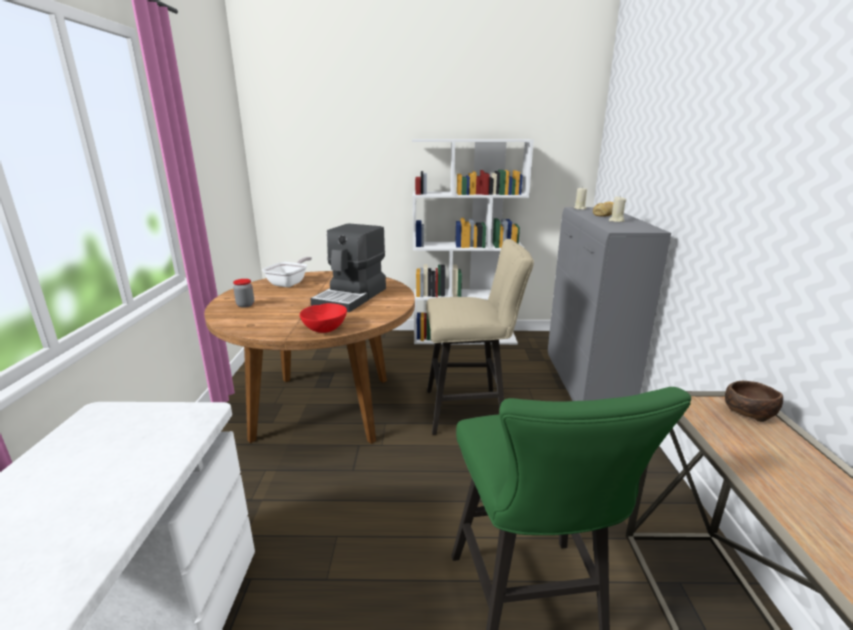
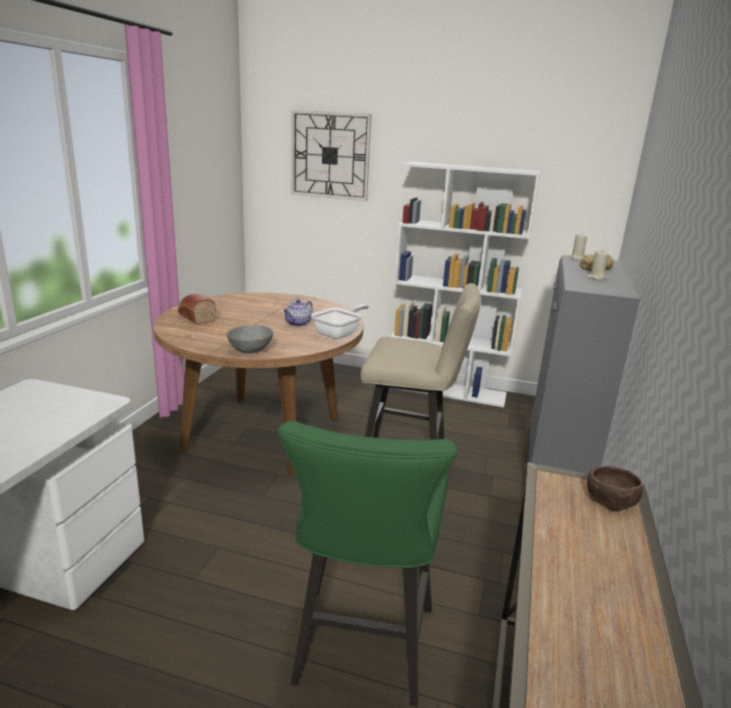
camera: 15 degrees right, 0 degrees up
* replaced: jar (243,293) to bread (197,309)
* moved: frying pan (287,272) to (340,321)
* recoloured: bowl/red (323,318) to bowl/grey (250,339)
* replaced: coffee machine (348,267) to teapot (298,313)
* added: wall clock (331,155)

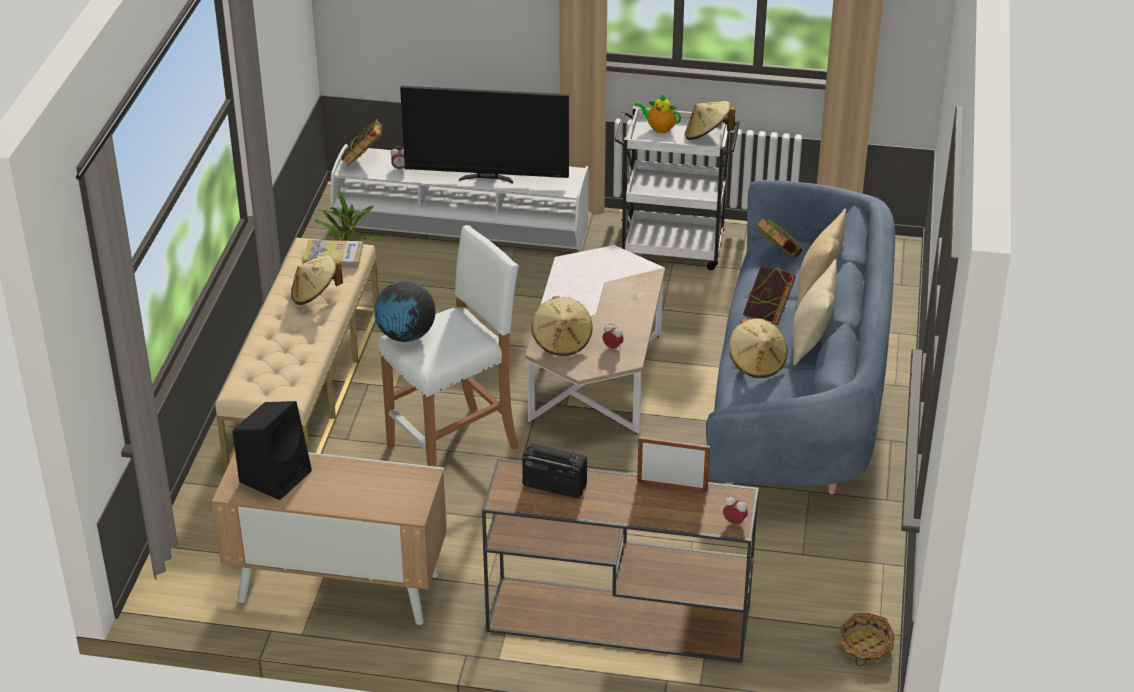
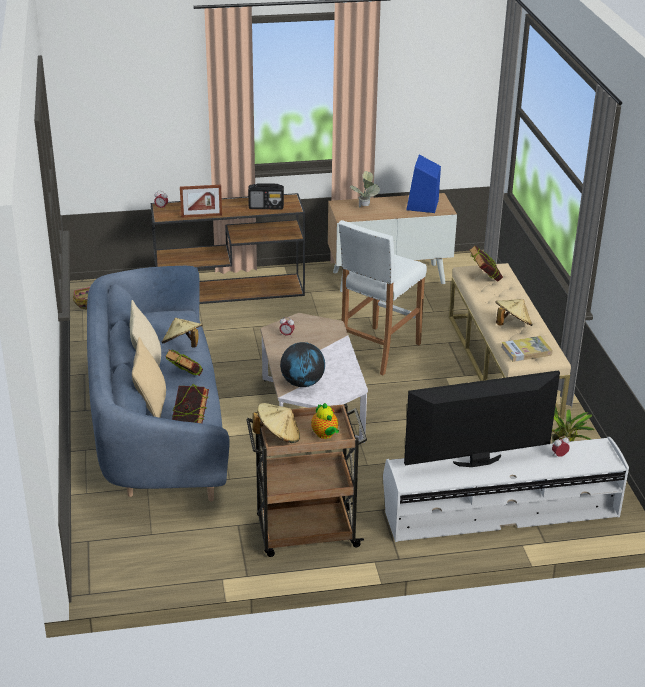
camera: 160 degrees right, 5 degrees down
* recoloured: speaker/black (272,450) to speaker/blue (423,183)
* moved: book (362,142) to (486,263)
* moved: globe (404,311) to (302,364)
* removed: hat/beige (561,326)
* recoloured: cart/white (677,188) to cart/brown (306,480)
* turned: teapot (658,113) = (325,421) 60 degrees clockwise
* added: potted plant (365,189)

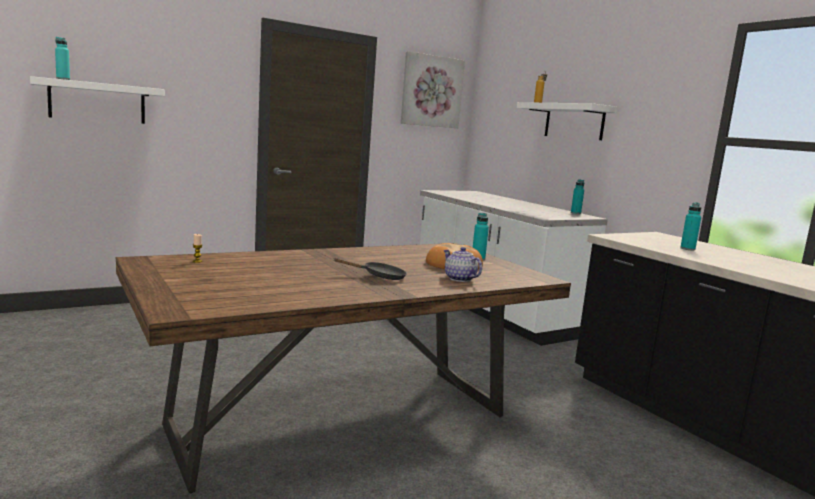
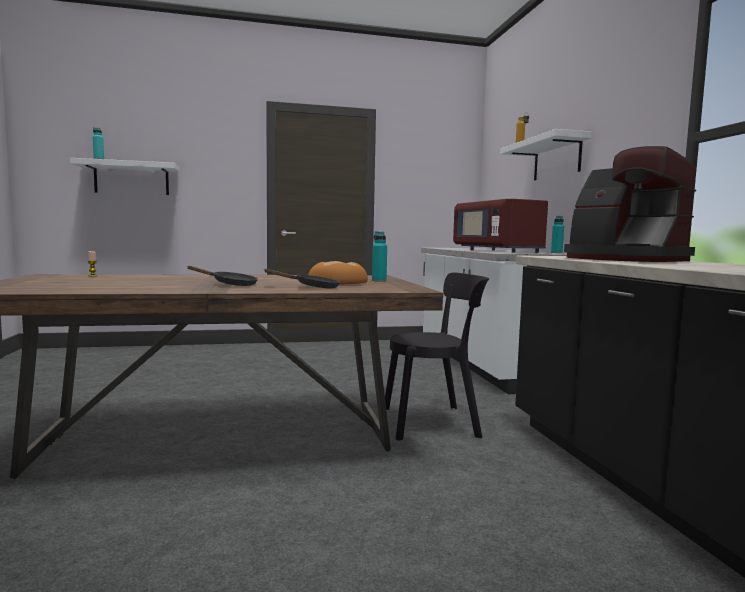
camera: 20 degrees right, 5 degrees down
* removed: picture (433,89)
* replaced: teapot (463,264) to frying pan/black (301,278)
* replaced: bottle/turquoise (690,226) to coffee machine (630,204)
* added: chair/black (437,357)
* added: microwave/red (500,226)

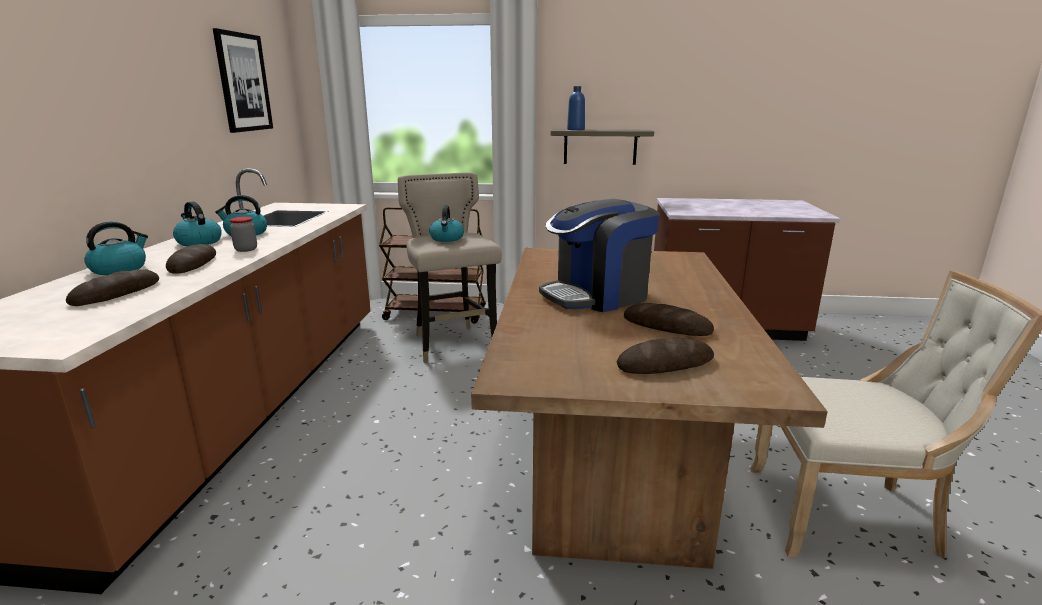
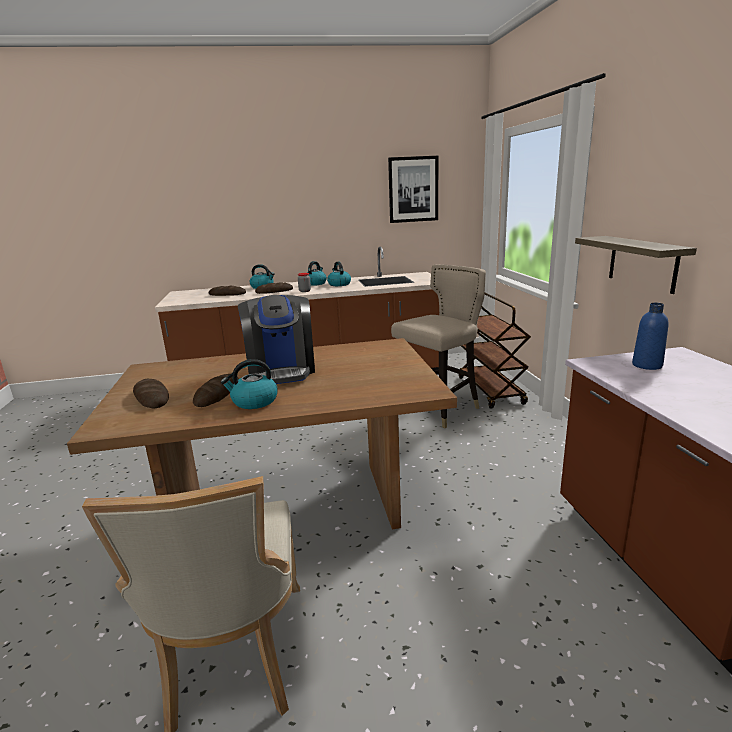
camera: 75 degrees right, 0 degrees up
* moved: kettle (446,224) to (249,384)
* turned: coffee machine (599,255) = (276,339) 150 degrees counterclockwise
* moved: bottle/blue (576,108) to (650,336)

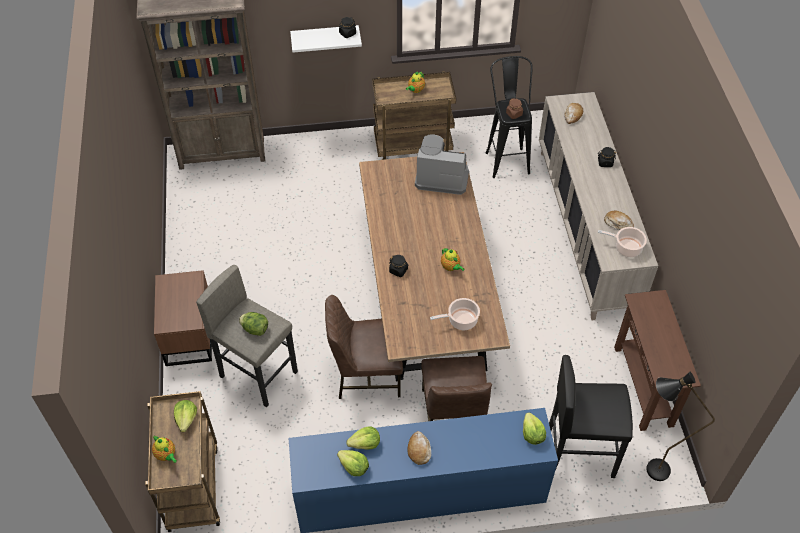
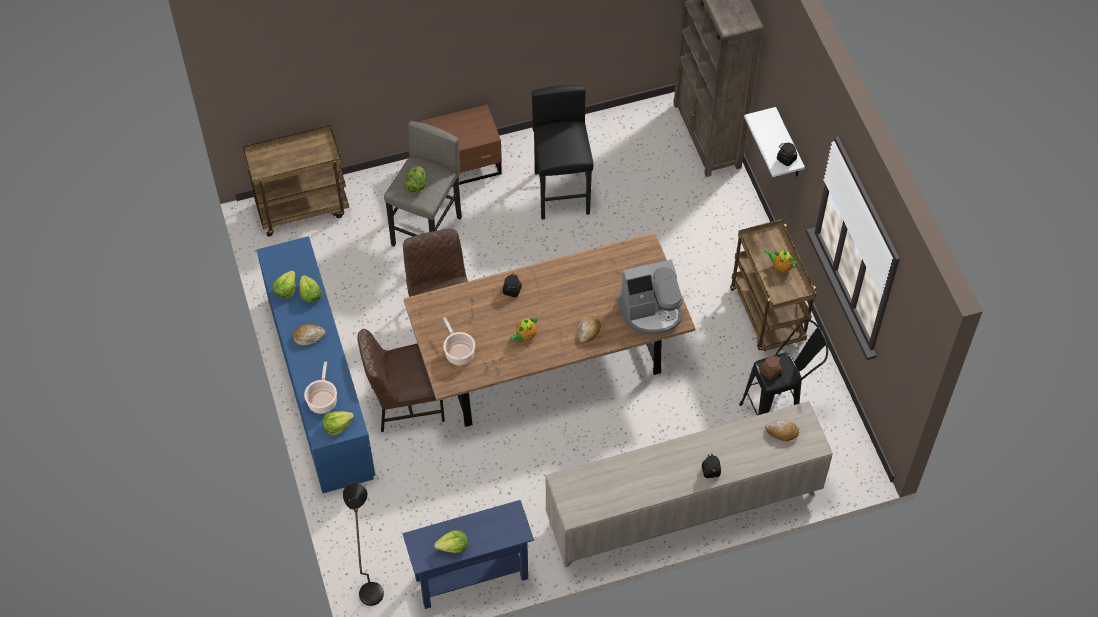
camera: 80 degrees right, 5 degrees up
* removed: teapot (164,449)
* moved: lettuce (185,416) to (451,541)
* turned: coffee machine (442,165) = (650,297) 75 degrees clockwise
* moved: stool/black (591,416) to (563,152)
* moved: cooking pot (622,242) to (320,388)
* moved: bread (619,220) to (589,330)
* recoloured: console table/brown (657,360) to console table/blue (468,554)

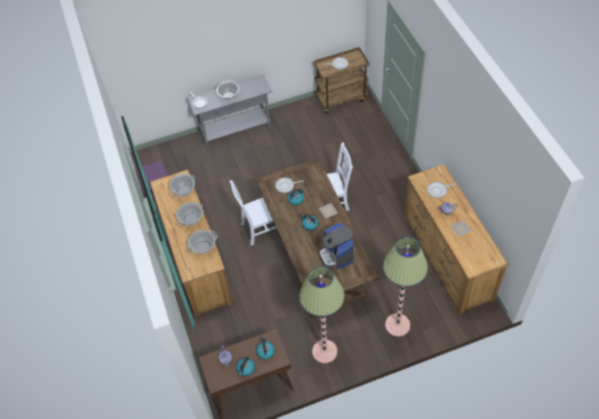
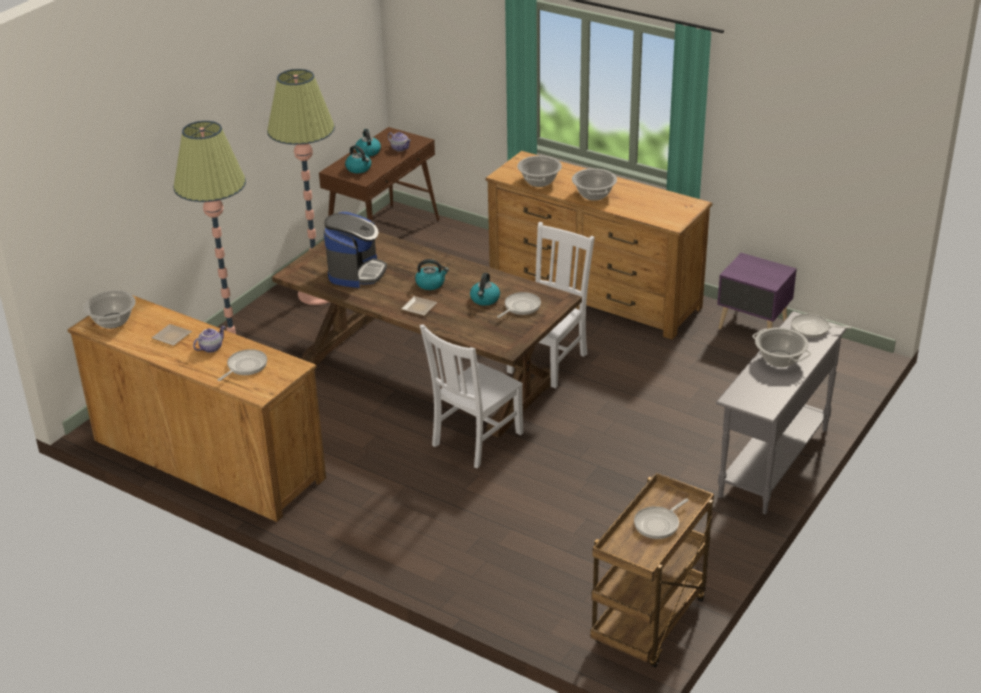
camera: 140 degrees right, 20 degrees down
* moved: cooking pot (182,185) to (109,309)
* turned: coffee machine (336,246) = (355,250) 75 degrees clockwise

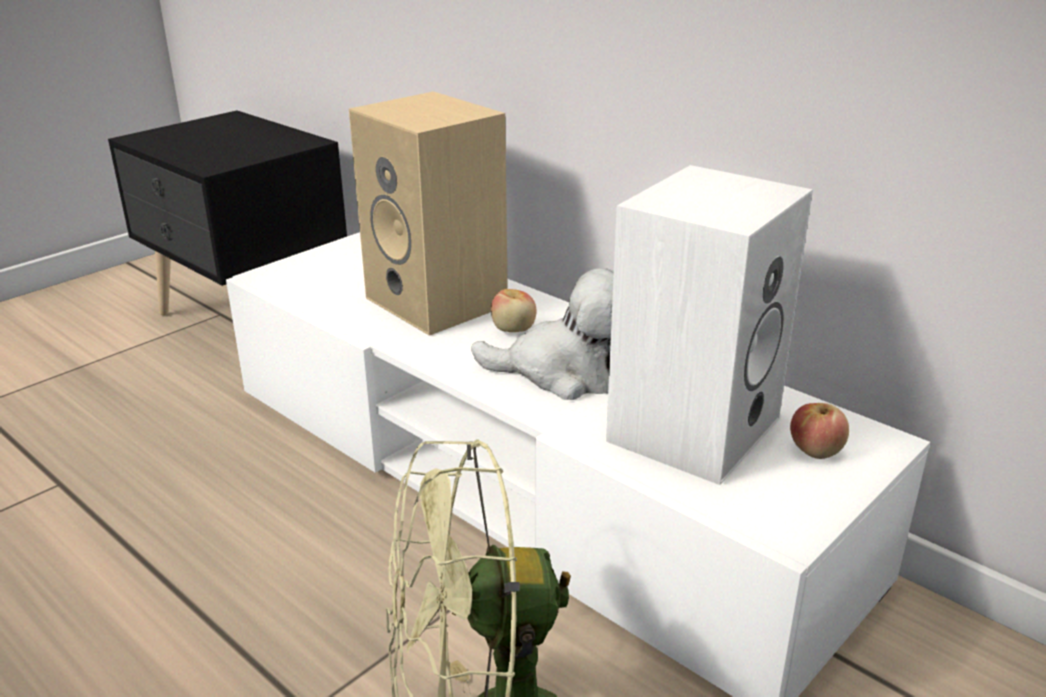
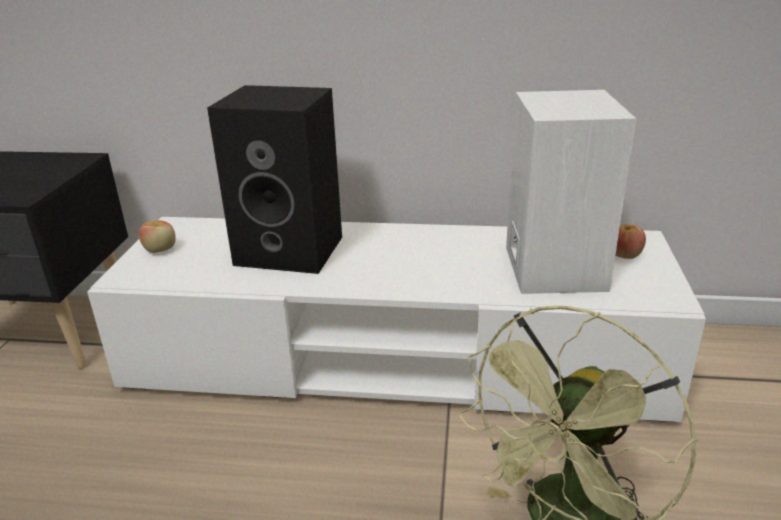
camera: 35 degrees left, 0 degrees up
* recoloured: speaker/beige (428,213) to speaker/black (274,179)
* removed: plush toy (542,334)
* moved: apple (513,310) to (157,236)

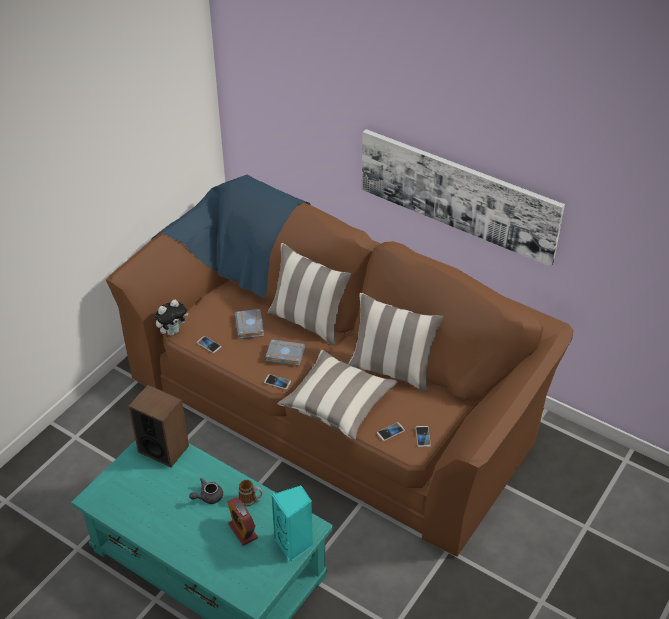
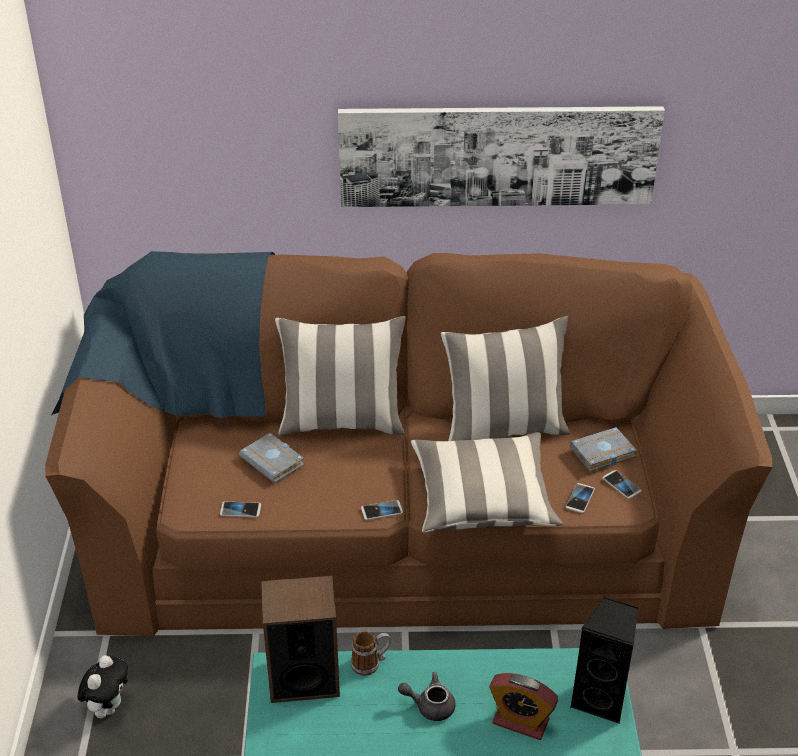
camera: 35 degrees left, 5 degrees down
* moved: plush toy (172,318) to (102,686)
* turned: teapot/grey (206,491) = (427,696) 75 degrees clockwise
* moved: mug (250,493) to (371,653)
* moved: book/grey (285,352) to (603,449)
* recoloured: speaker/turquoise (292,523) to speaker/black (604,660)

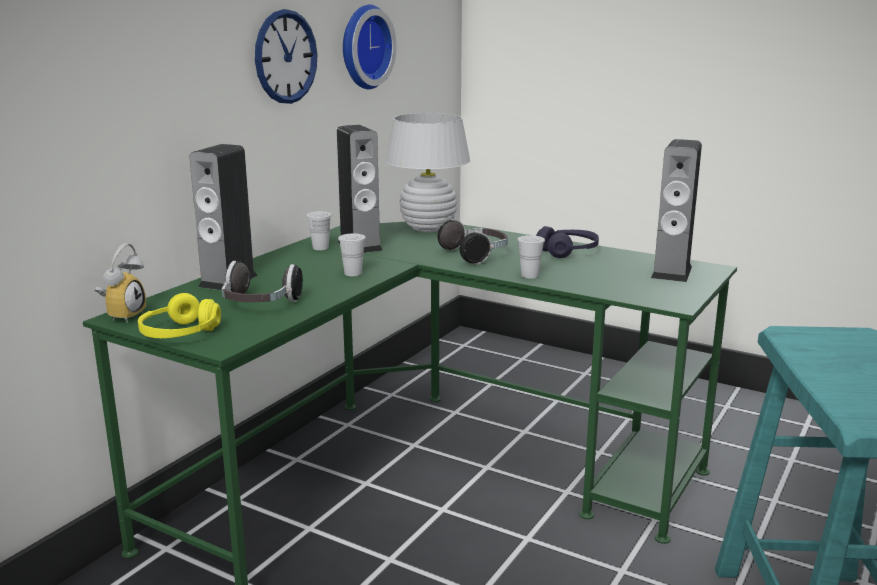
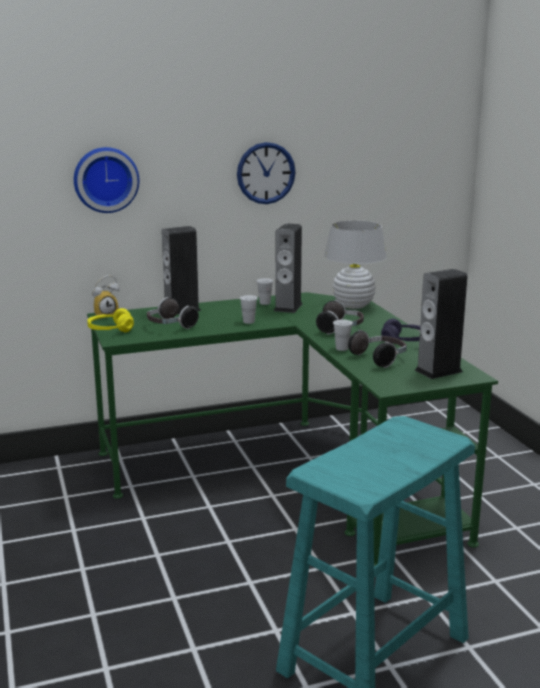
camera: 40 degrees right, 0 degrees up
* moved: wall clock (370,47) to (106,180)
* added: headphones (377,349)

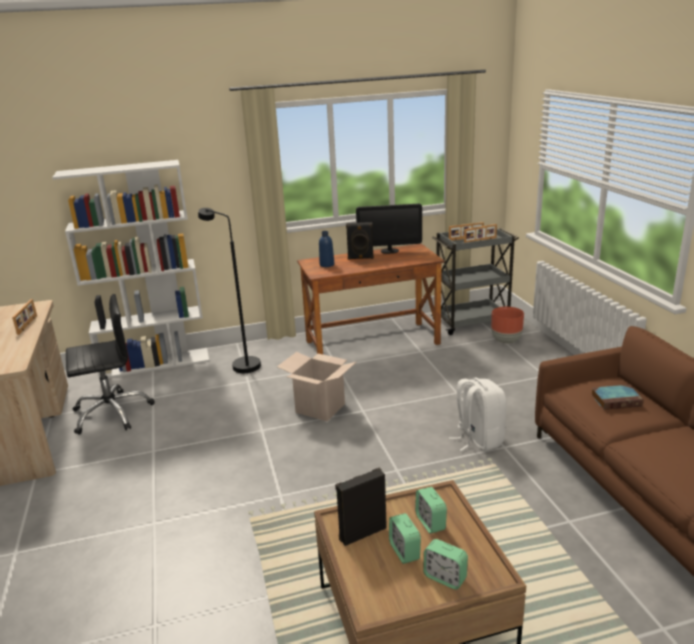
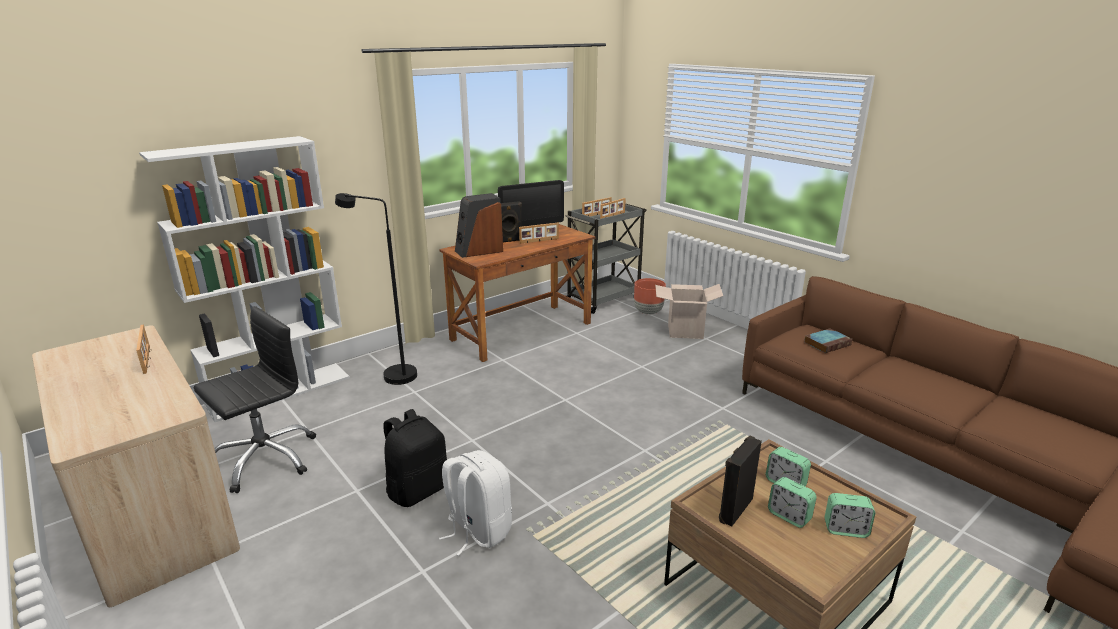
camera: 25 degrees left, 0 degrees up
* moved: cardboard box (316,386) to (689,311)
* replaced: bottle/blue (326,249) to speaker (479,225)
* moved: backpack/white (478,414) to (475,503)
* added: backpack/black (415,458)
* added: picture frame (539,233)

